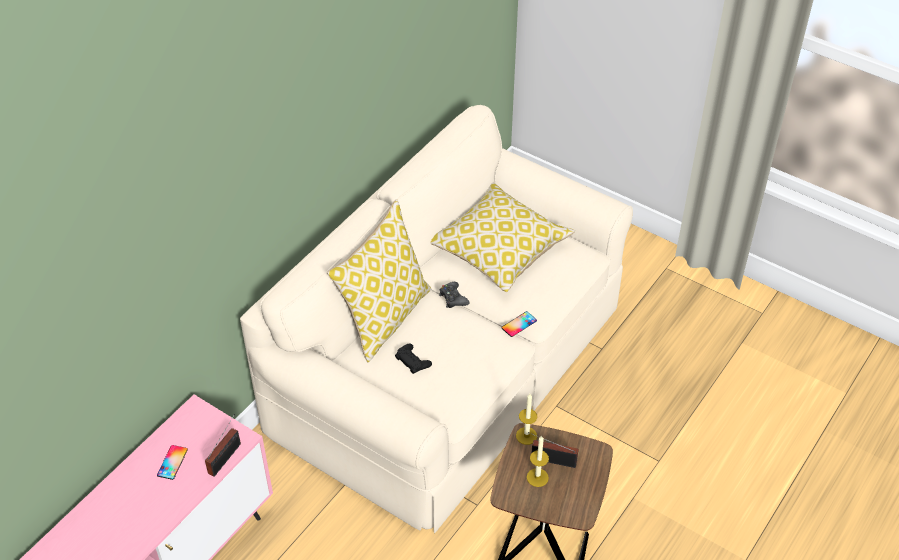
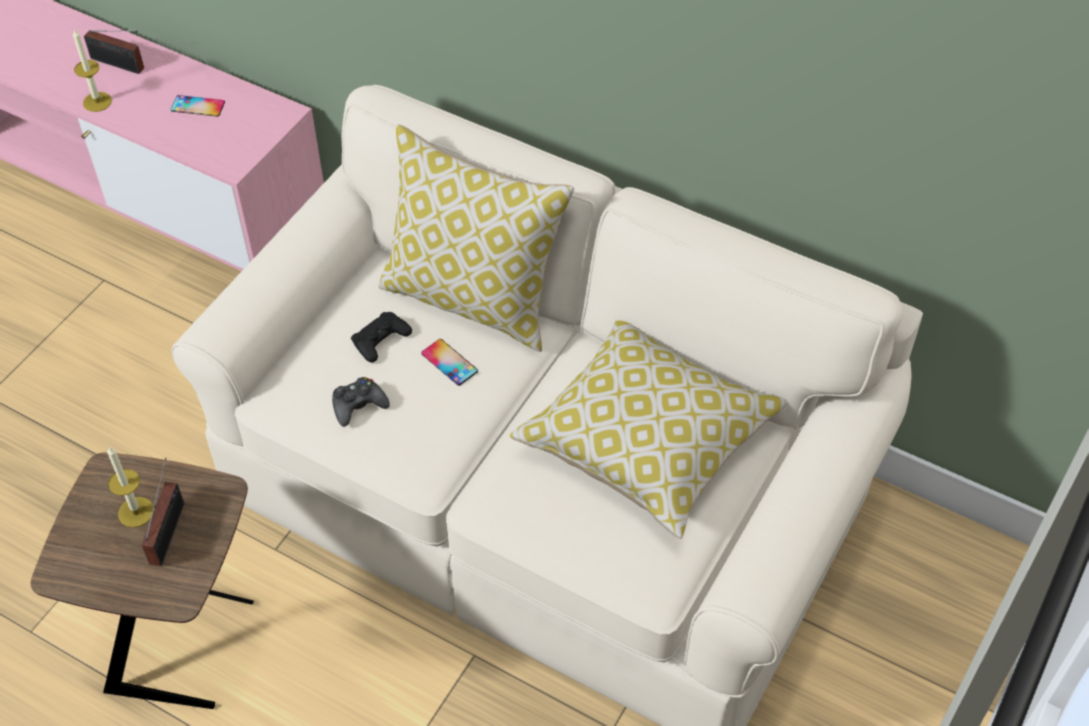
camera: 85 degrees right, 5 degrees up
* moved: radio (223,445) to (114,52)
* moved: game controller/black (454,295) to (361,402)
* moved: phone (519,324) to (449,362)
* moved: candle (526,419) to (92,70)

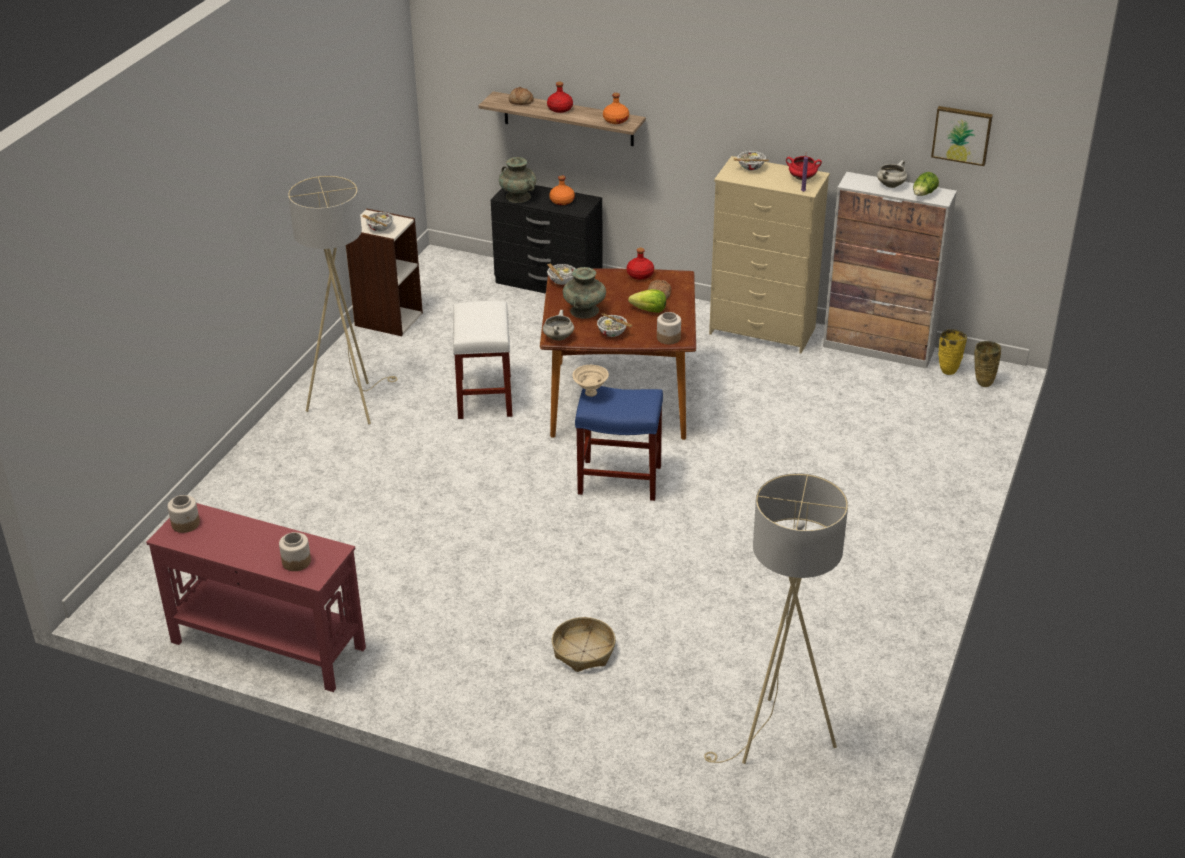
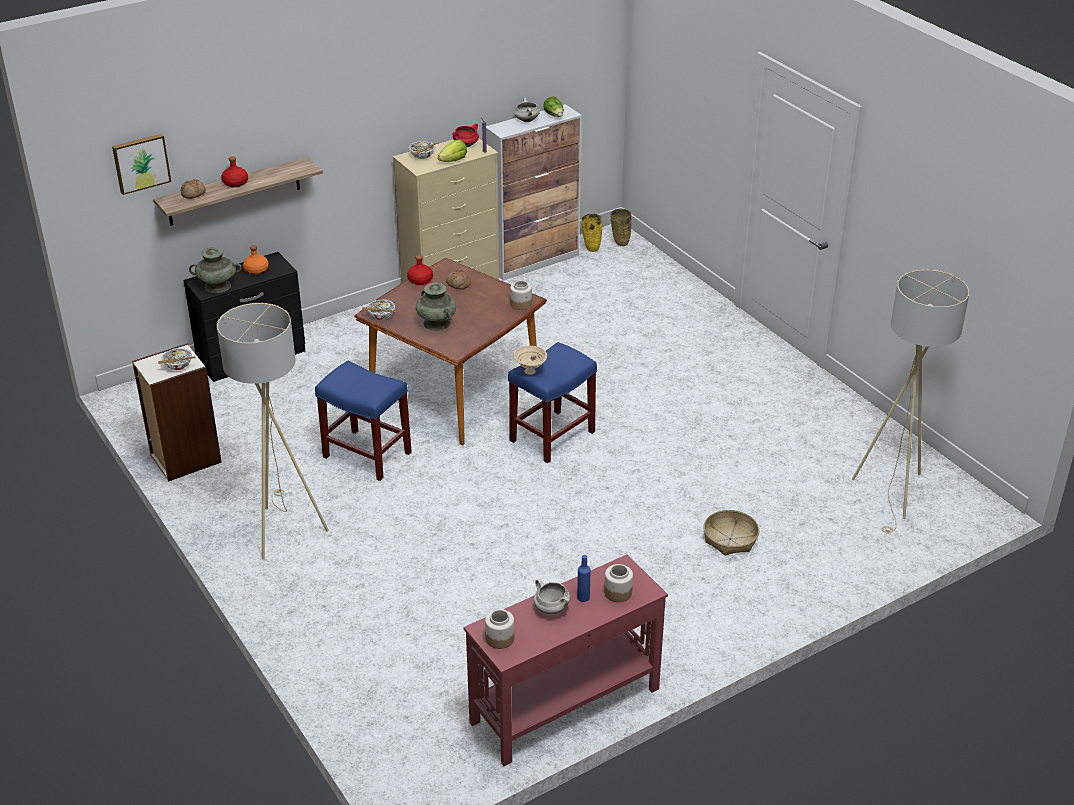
camera: 55 degrees left, 0 degrees up
* recoloured: stool/white (483,360) to stool/blue (363,421)
* moved: cooking pot/white (558,325) to (552,596)
* removed: bowl (615,325)
* removed: bottle/orange (616,108)
* moved: lettuce (647,301) to (452,151)
* moved: picture (962,136) to (141,164)
* added: bottle/blue (584,578)

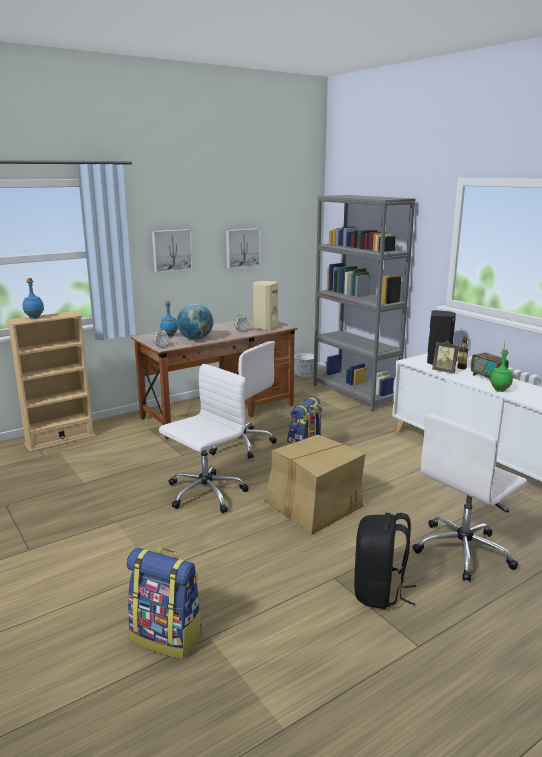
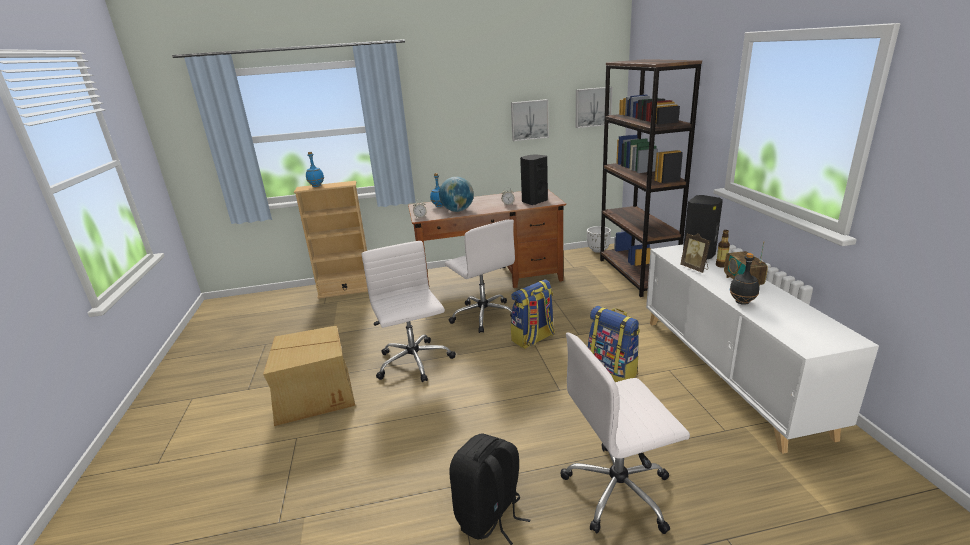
camera: 25 degrees right, 5 degrees up
* moved: backpack (164,603) to (614,344)
* moved: picture (172,251) to (594,107)
* turned: office chair/white (204,438) = (409,311) 90 degrees counterclockwise
* recoloured: speaker/beige (265,305) to speaker/black (534,179)
* moved: cardboard box (315,485) to (309,375)
* recoloured: bookcase/grey (364,303) to bookcase/brown (651,178)
* recoloured: bottle/green (501,370) to bottle/black (744,279)

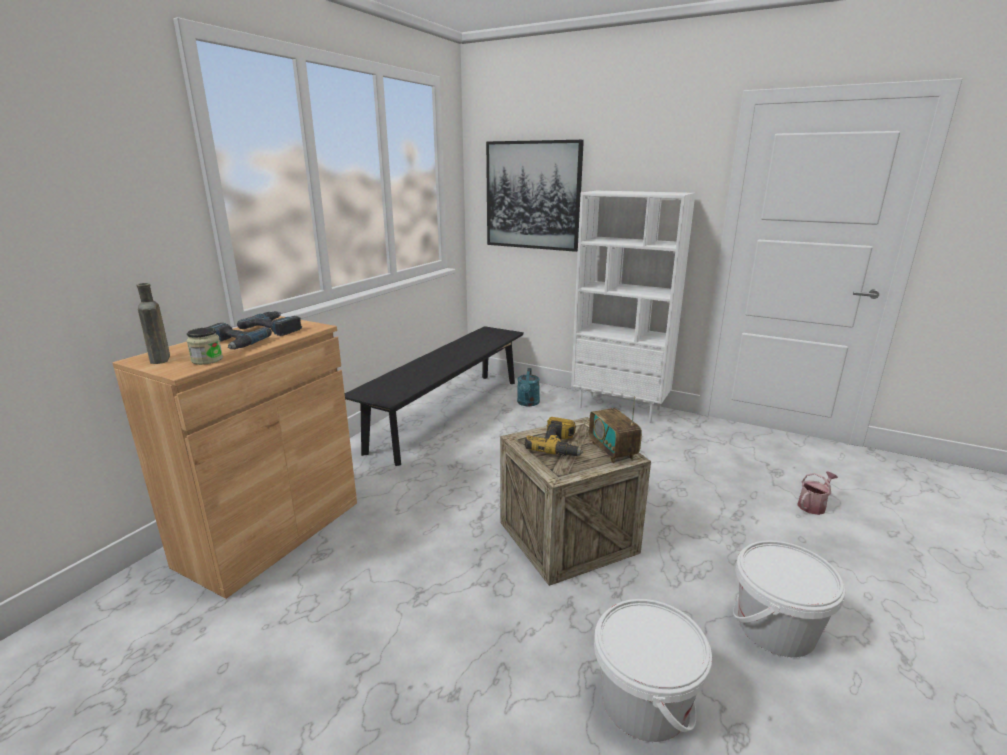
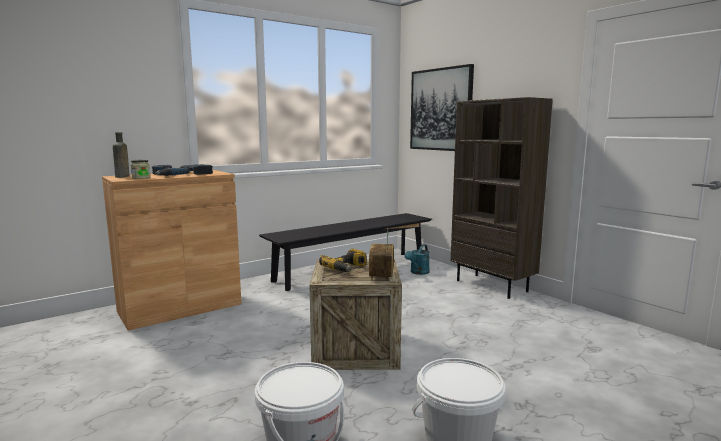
camera: 25 degrees right, 10 degrees down
* recoloured: bookcase/white (633,307) to bookcase/brown (502,198)
* removed: watering can (817,493)

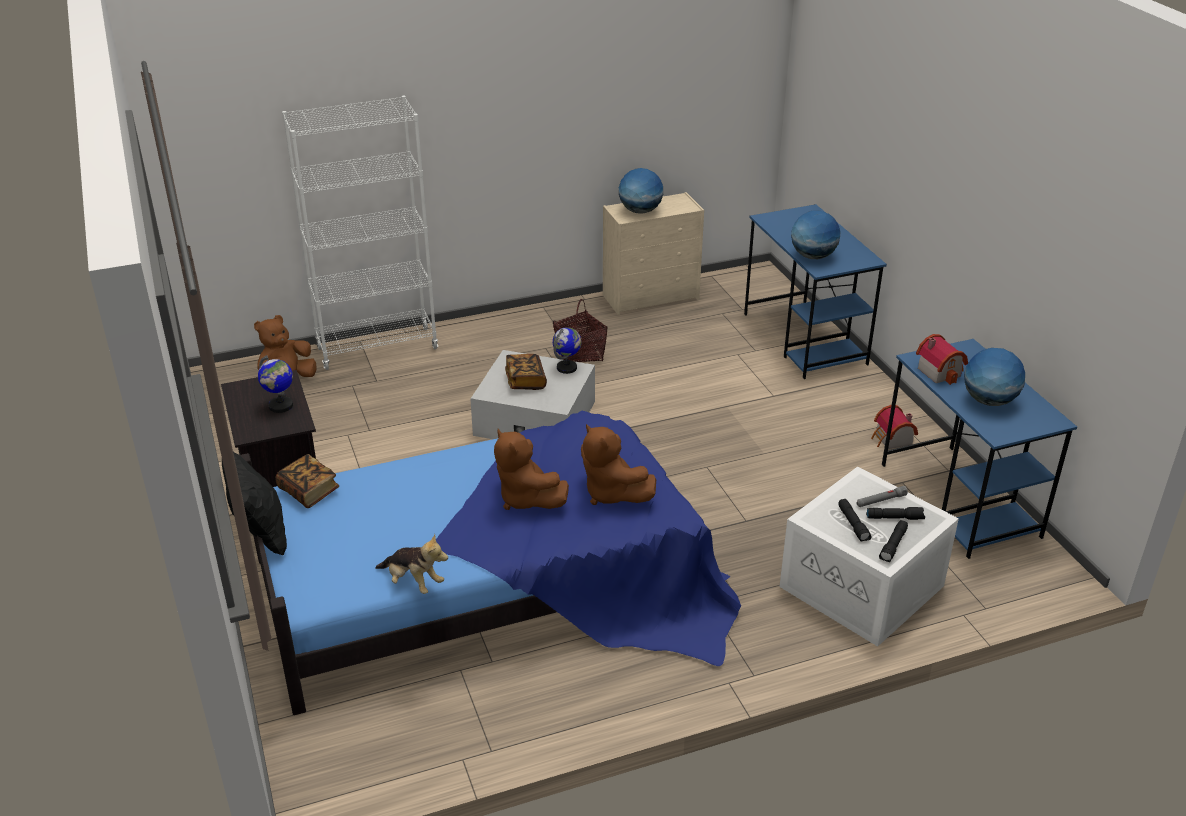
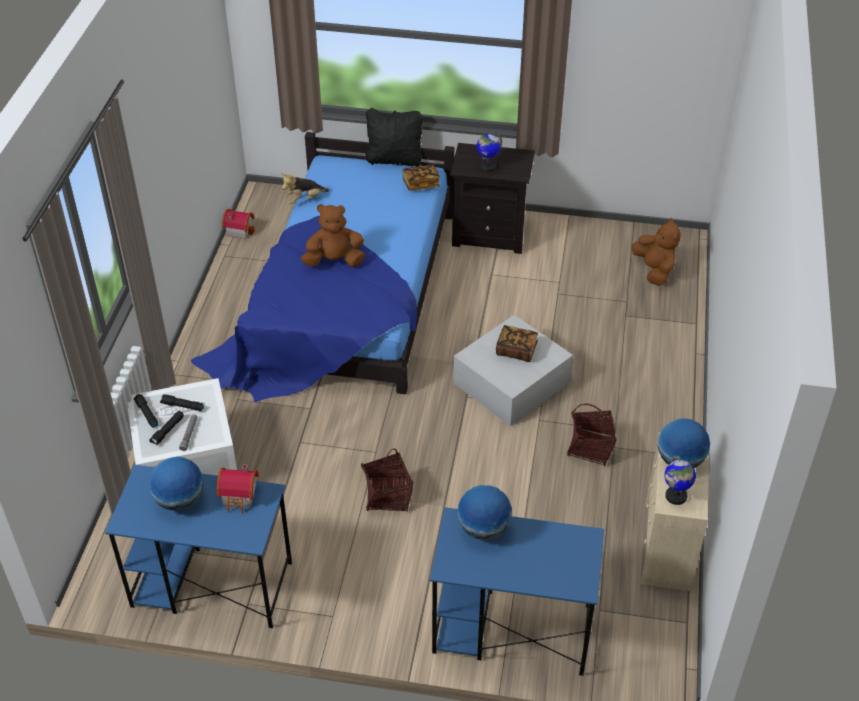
camera: 120 degrees right, 10 degrees up
* removed: bookcase/white (360,233)
* moved: globe (567,350) to (680,480)
* removed: plush toy/brown (618,464)
* moved: toy house (894,427) to (238,224)
* added: basket (387,480)

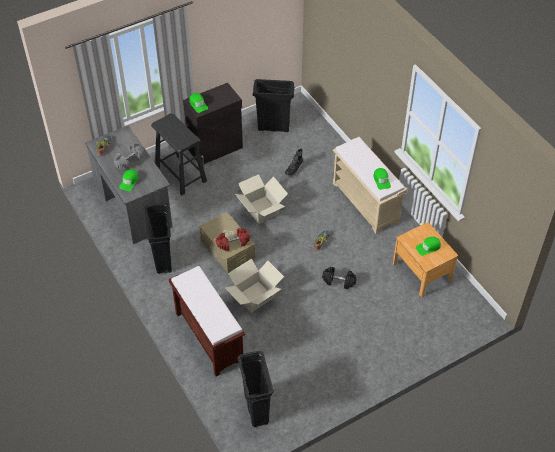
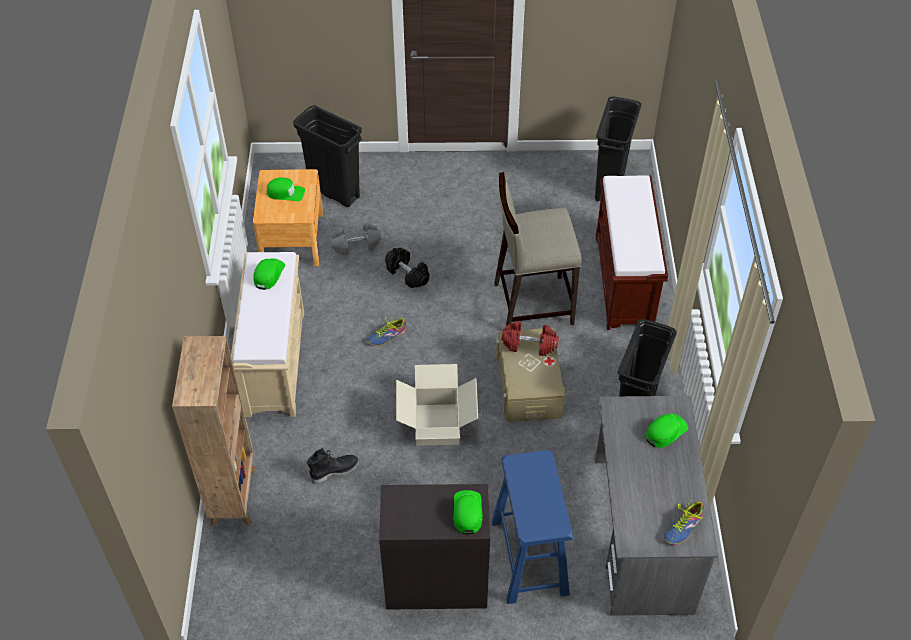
camera: 150 degrees left, 0 degrees up
* moved: dumbbell/grey (129,156) to (355,239)
* recoloured: stool/black (179,154) to stool/blue (532,527)
* replaced: cardboard box (254,286) to stool/beige (538,250)
* moved: trash can/black (274,105) to (327,156)
* added: bookcase/brown (214,431)

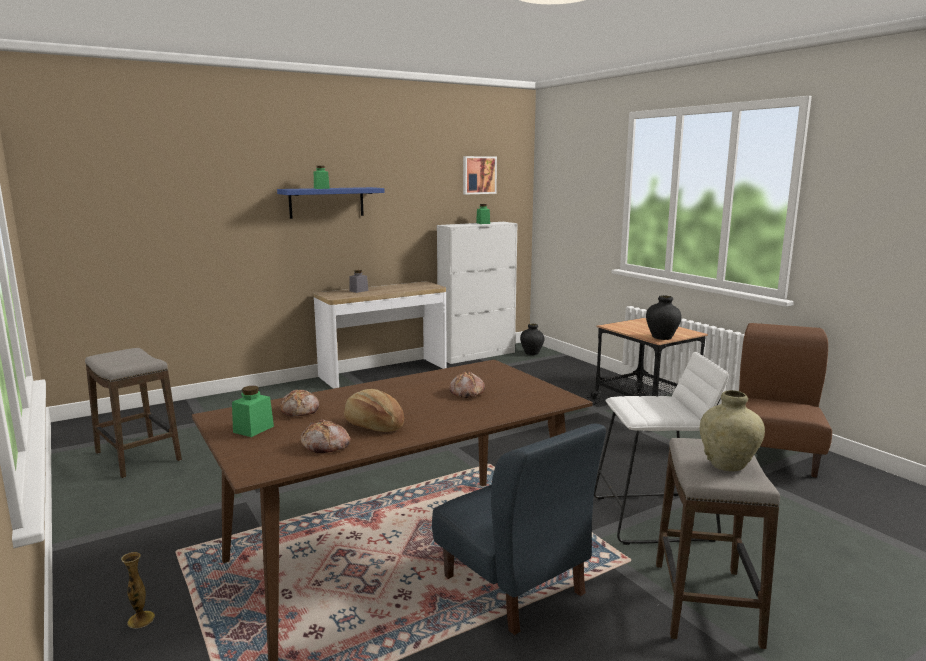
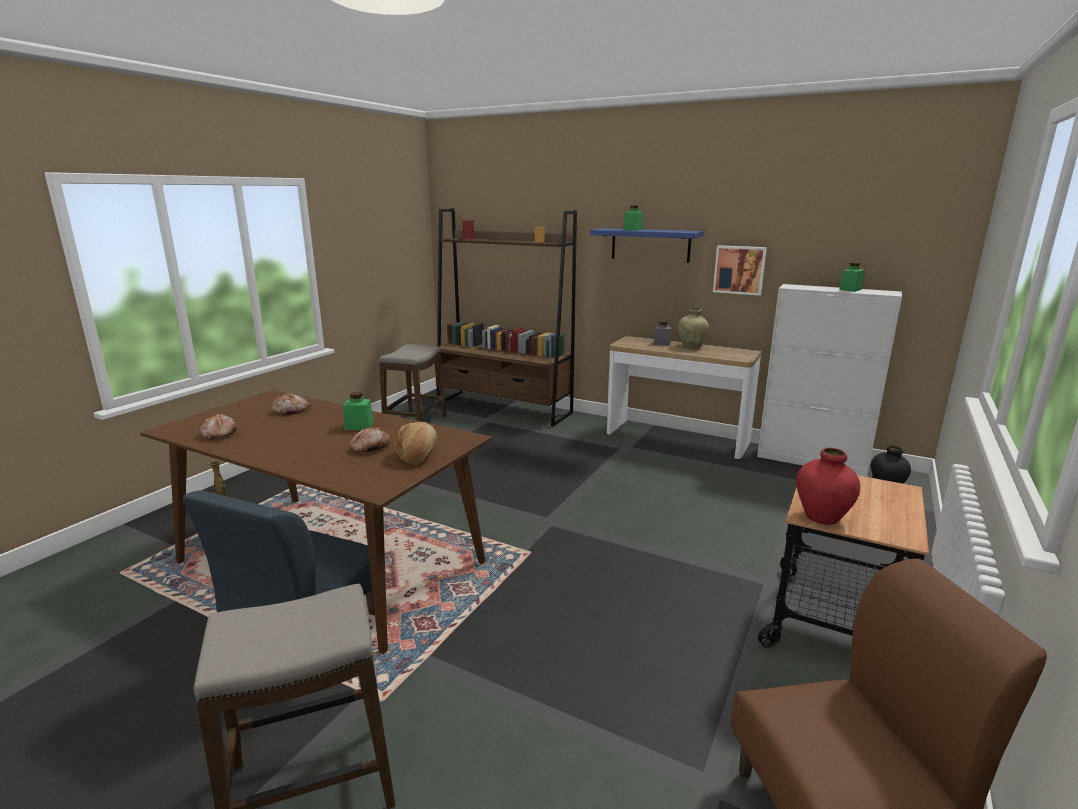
camera: 60 degrees right, 5 degrees up
* moved: jar/green (253,411) to (358,411)
* moved: bread (374,410) to (415,443)
* moved: picture (480,175) to (740,270)
* removed: stool/white (661,448)
* recoloured: vase/black (664,317) to vase/red (828,486)
* moved: vase/beige (732,430) to (693,328)
* added: bookcase/brown (506,317)

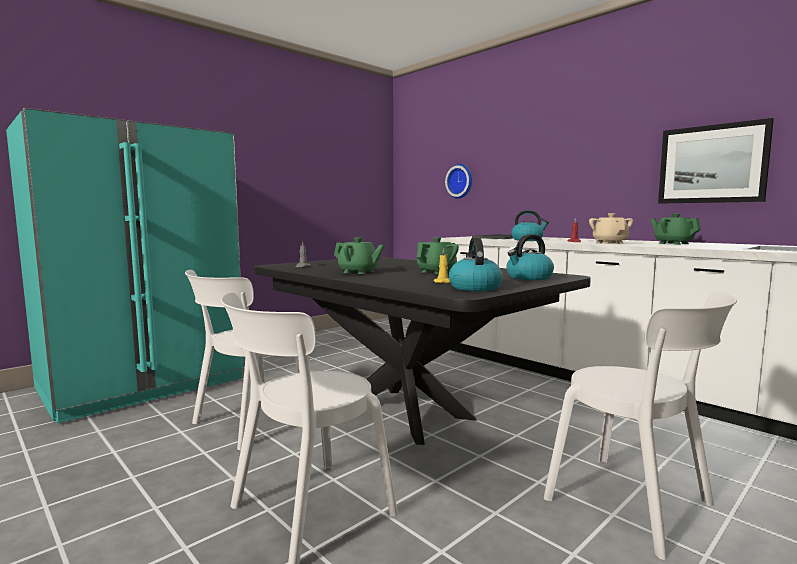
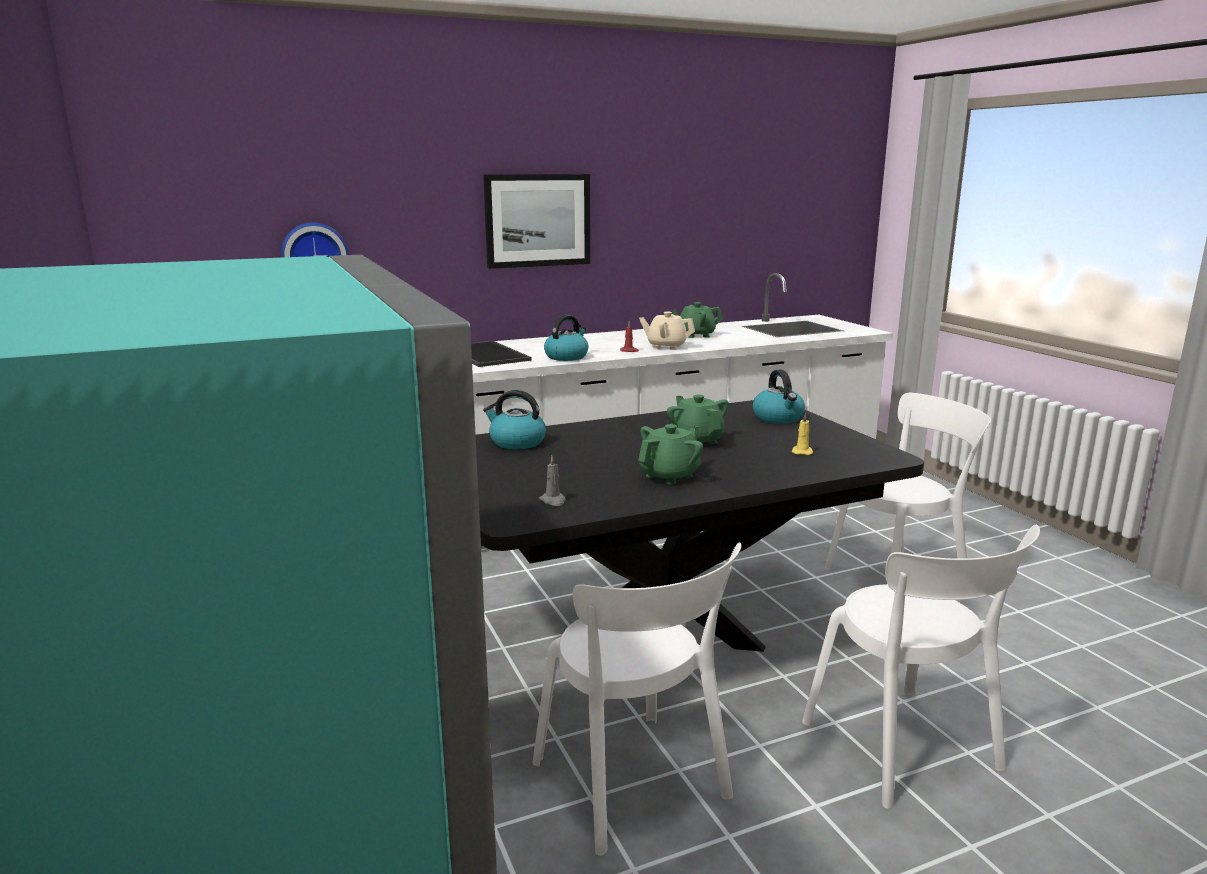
camera: 70 degrees left, 10 degrees up
* moved: kettle (476,264) to (514,419)
* moved: picture (716,161) to (536,221)

